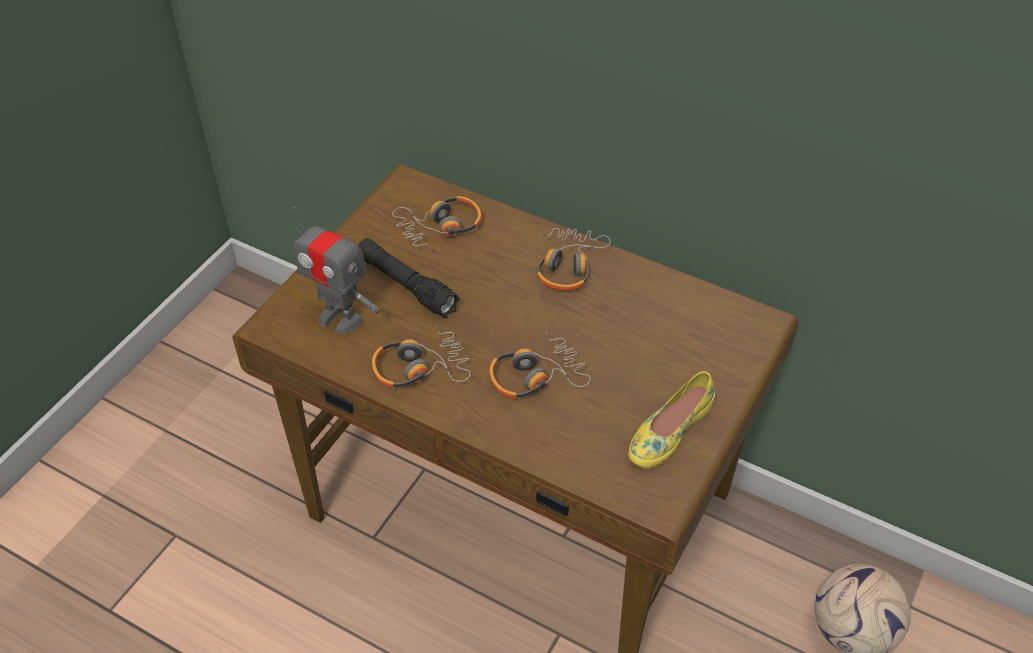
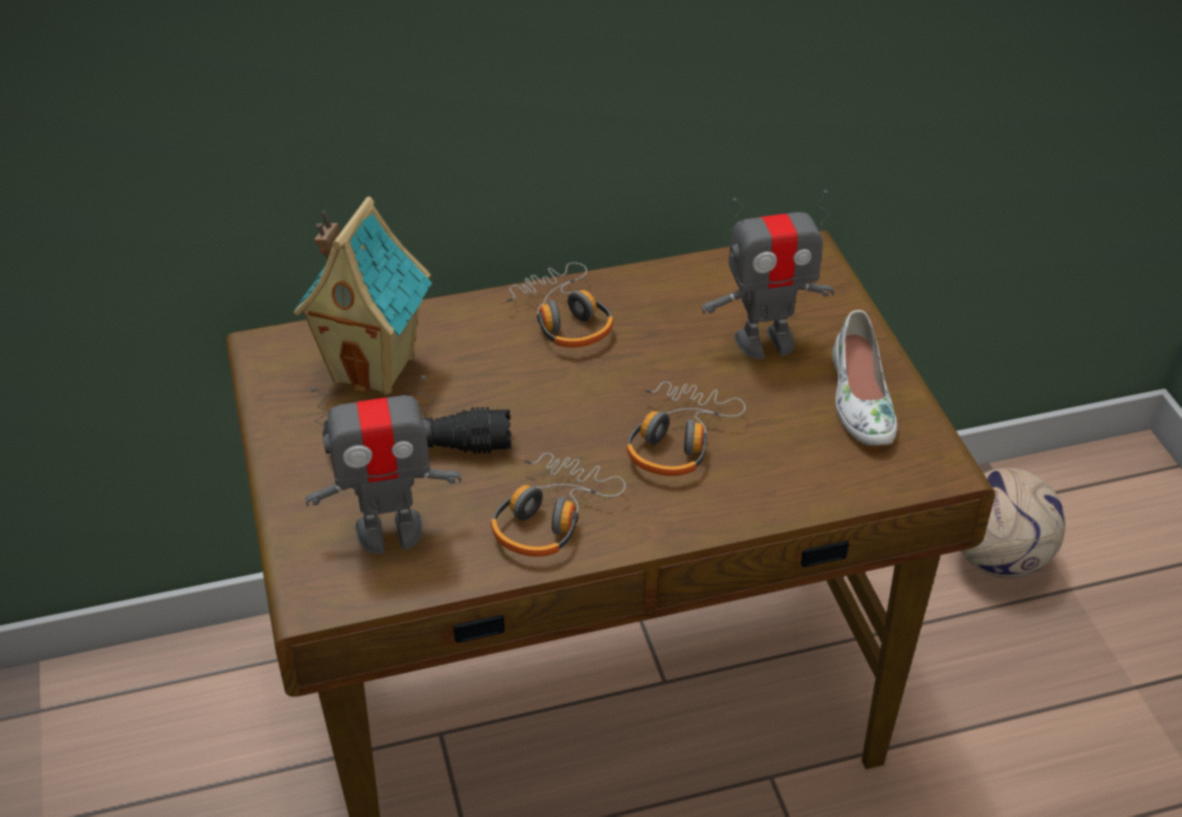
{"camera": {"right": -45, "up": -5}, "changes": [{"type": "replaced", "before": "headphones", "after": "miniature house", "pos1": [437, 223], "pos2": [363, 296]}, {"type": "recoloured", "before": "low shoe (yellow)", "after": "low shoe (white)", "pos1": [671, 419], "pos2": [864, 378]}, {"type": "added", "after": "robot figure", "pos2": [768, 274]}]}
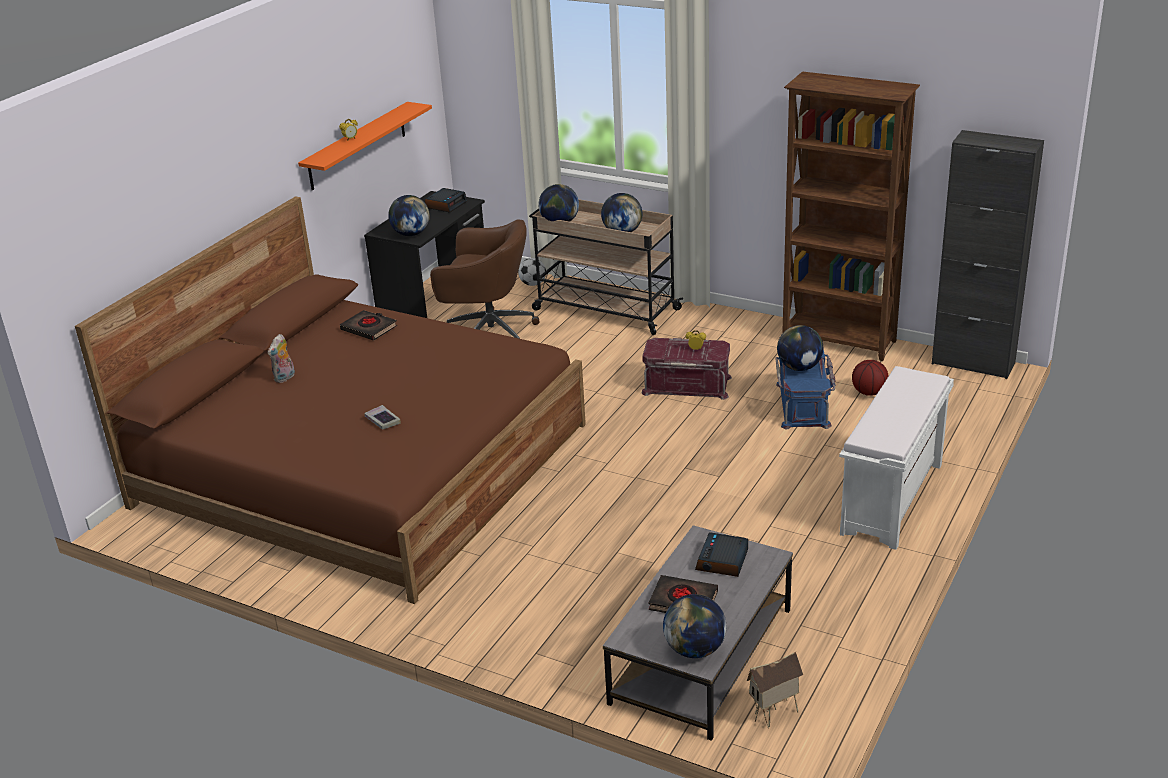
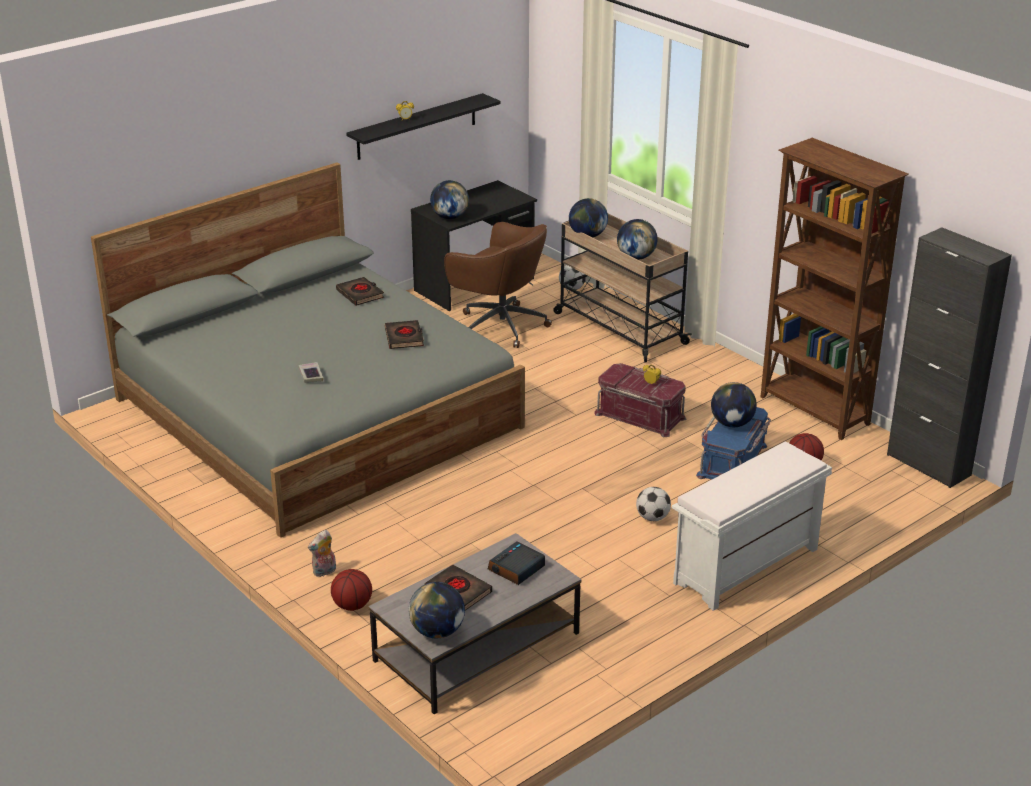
{"camera": {"right": 20, "up": 0}, "changes": [{"type": "recoloured", "before": "bracket shelf (orange)", "after": "bracket shelf (blackish)", "pos1": [365, 146], "pos2": [423, 126]}, {"type": "removed", "before": "table clock", "pos1": [446, 200]}, {"type": "recoloured", "before": "bed (brown)", "after": "bed (grey)", "pos1": [330, 400], "pos2": [308, 350]}, {"type": "moved", "before": "soft toy", "pos1": [281, 358], "pos2": [322, 553]}, {"type": "removed", "before": "miniature house", "pos1": [775, 690]}, {"type": "added", "after": "bound book (blackish)", "pos2": [404, 334]}, {"type": "added", "after": "football ball", "pos2": [653, 504]}, {"type": "added", "after": "basketball", "pos2": [351, 590]}]}
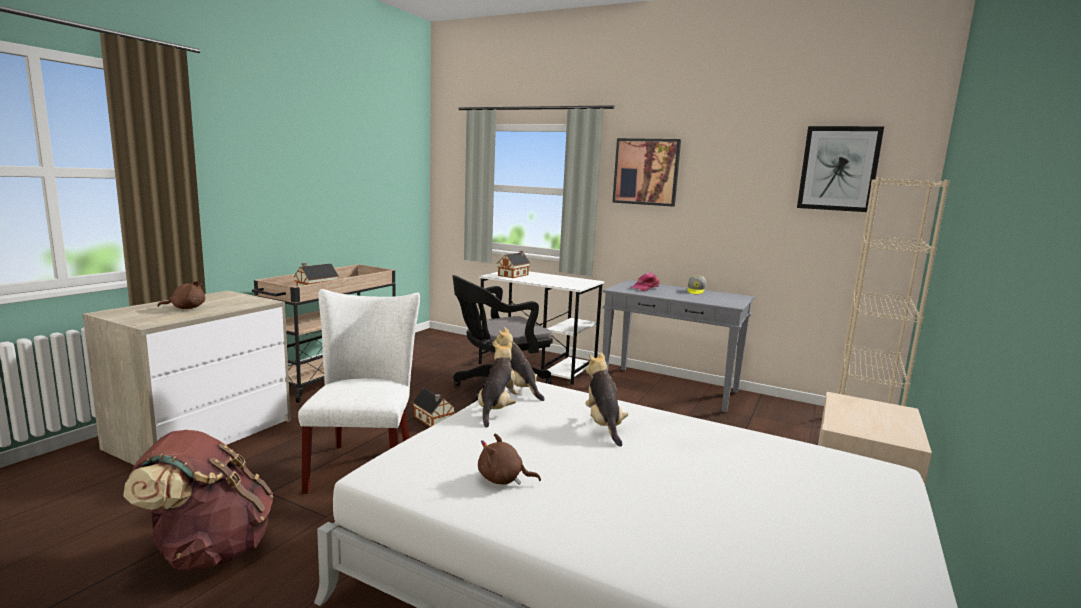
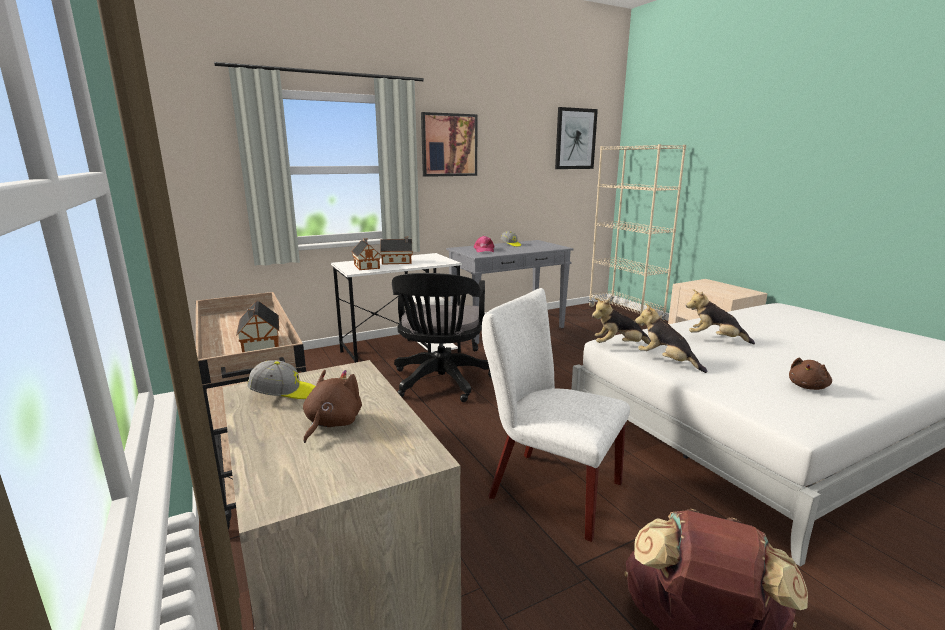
{"camera": {"right": -55, "up": 5}, "changes": [{"type": "moved", "before": "miniature house", "pos1": [433, 407], "pos2": [396, 250]}, {"type": "added", "after": "baseball cap", "pos2": [281, 379]}]}
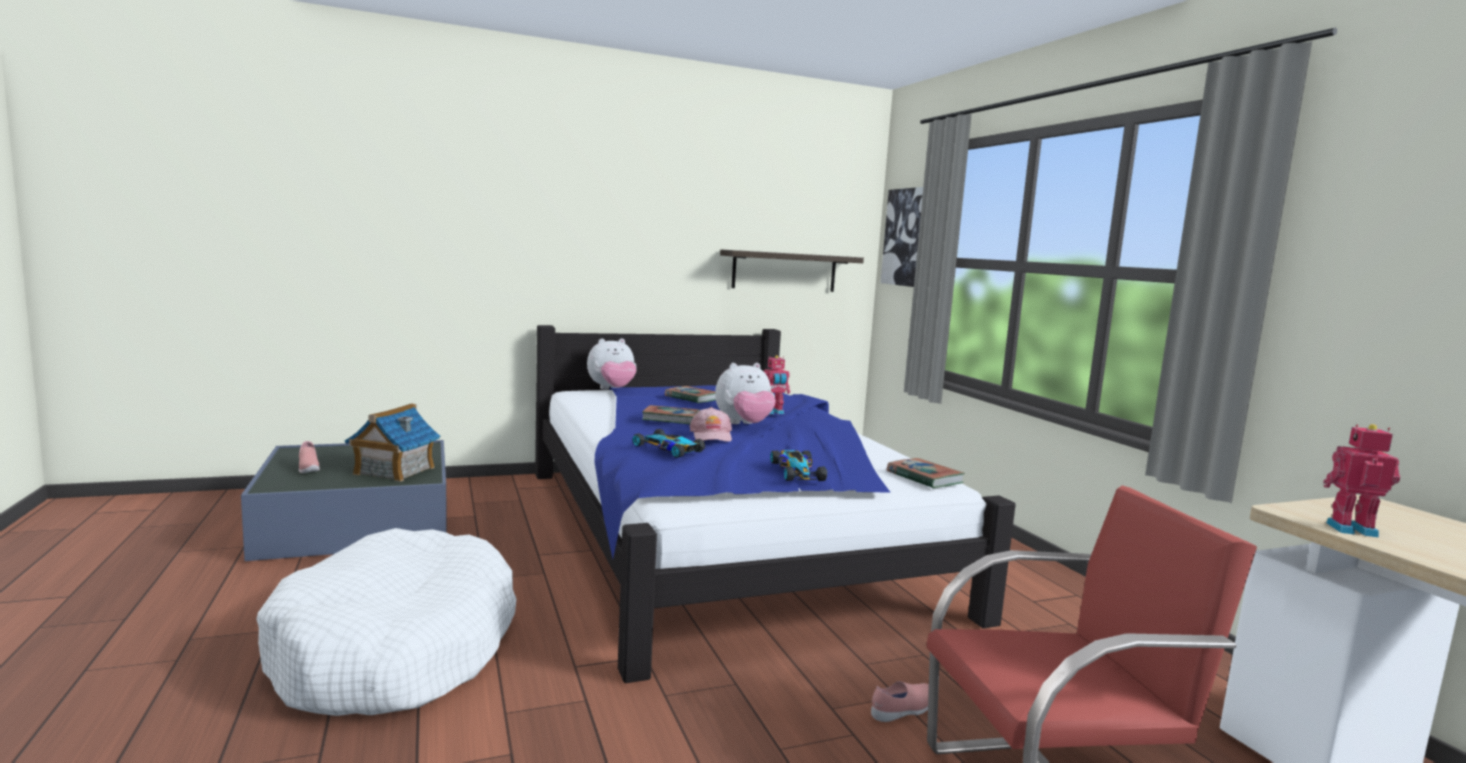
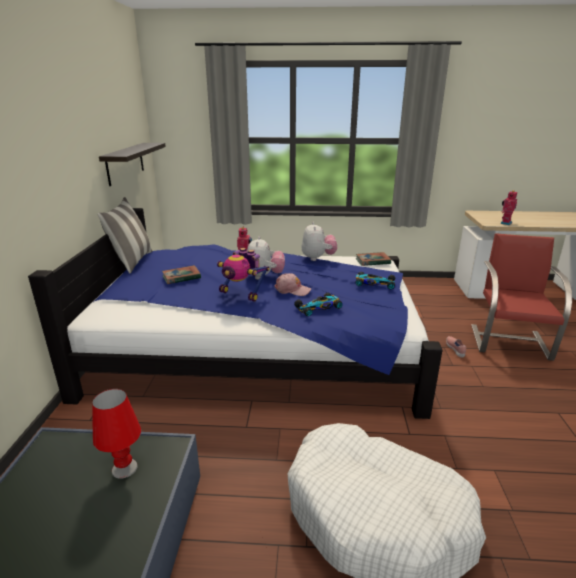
{"camera": {"right": -65, "up": 15}, "changes": [{"type": "removed", "before": "wall picture", "pos1": [901, 237]}, {"type": "moved", "before": "soft toy", "pos1": [612, 364], "pos2": [319, 241]}, {"type": "replaced", "before": "miniature house", "after": "tabletop lamp (reddish)", "pos1": [392, 443], "pos2": [116, 434]}, {"type": "replaced", "before": "bound book", "after": "robot figure", "pos1": [671, 414], "pos2": [243, 275]}, {"type": "removed", "before": "low shoe (pink-coloured)", "pos1": [309, 457]}, {"type": "added", "after": "cushion", "pos2": [124, 235]}]}
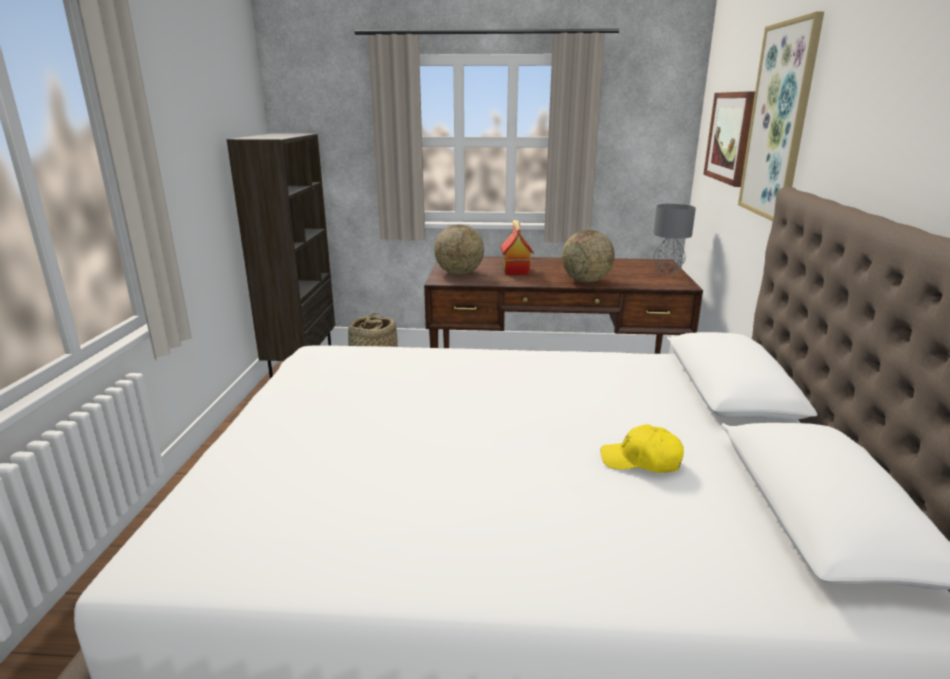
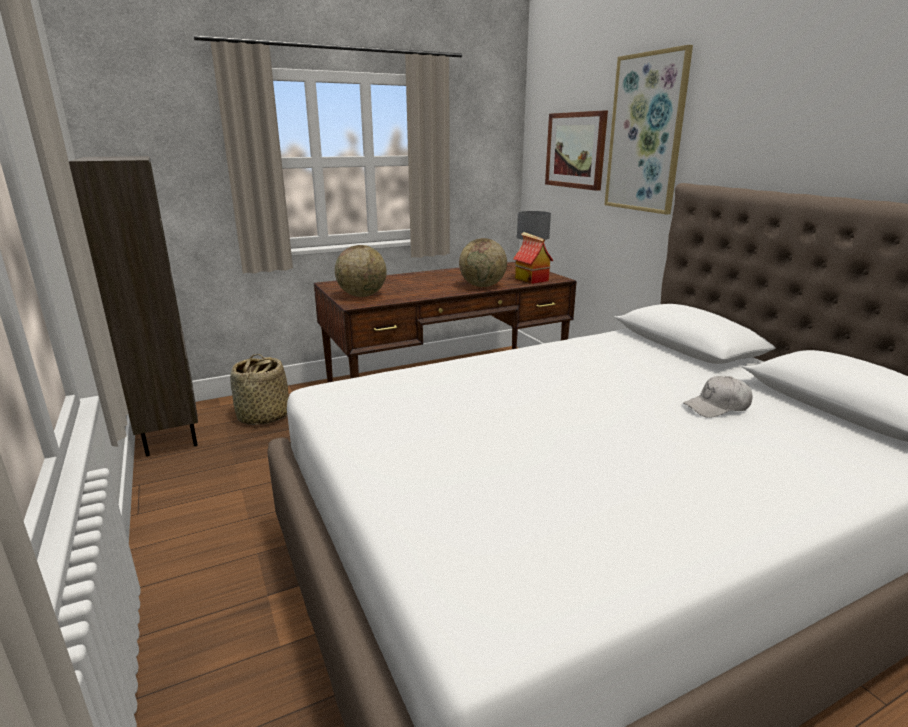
{"camera": {"right": -30, "up": 0}, "changes": [{"type": "moved", "before": "miniature house", "pos1": [517, 247], "pos2": [533, 258]}, {"type": "recoloured", "before": "baseball cap (yellow)", "after": "baseball cap (white)", "pos1": [642, 448], "pos2": [717, 397]}]}
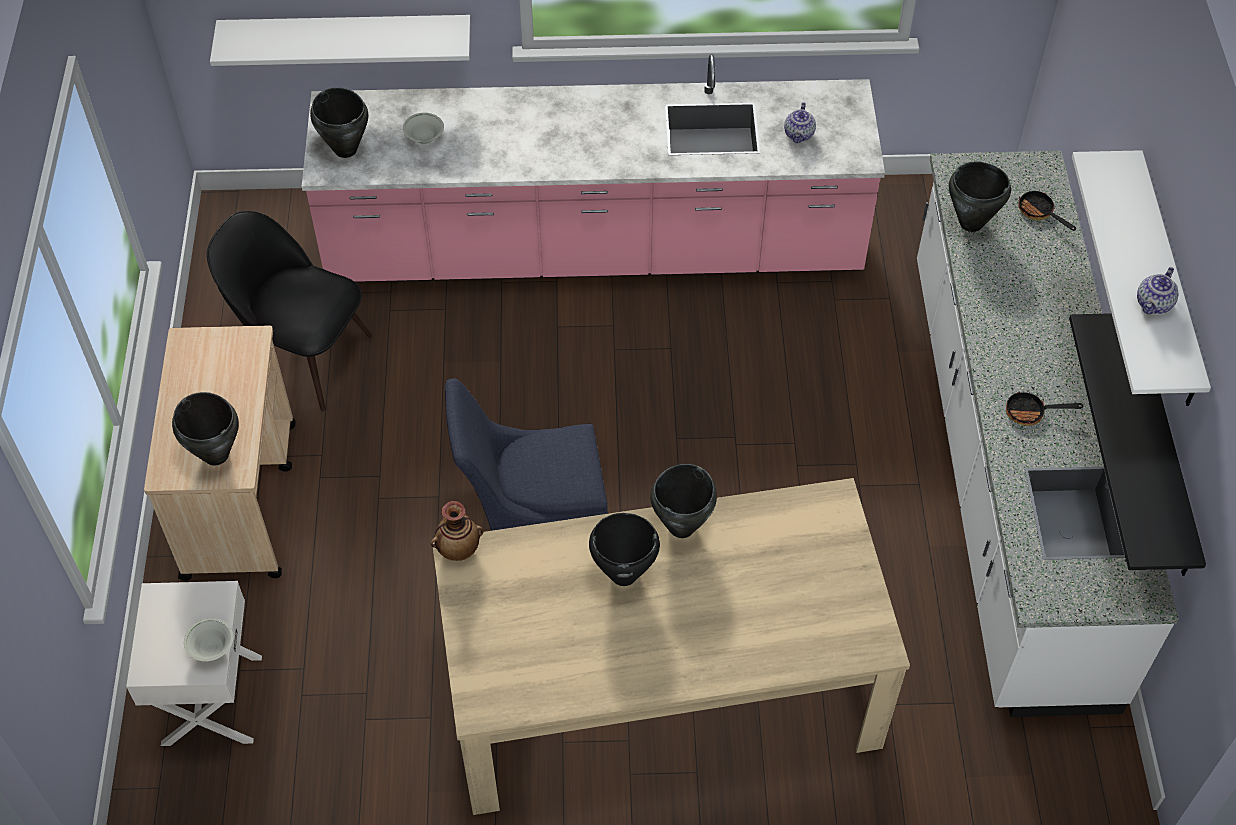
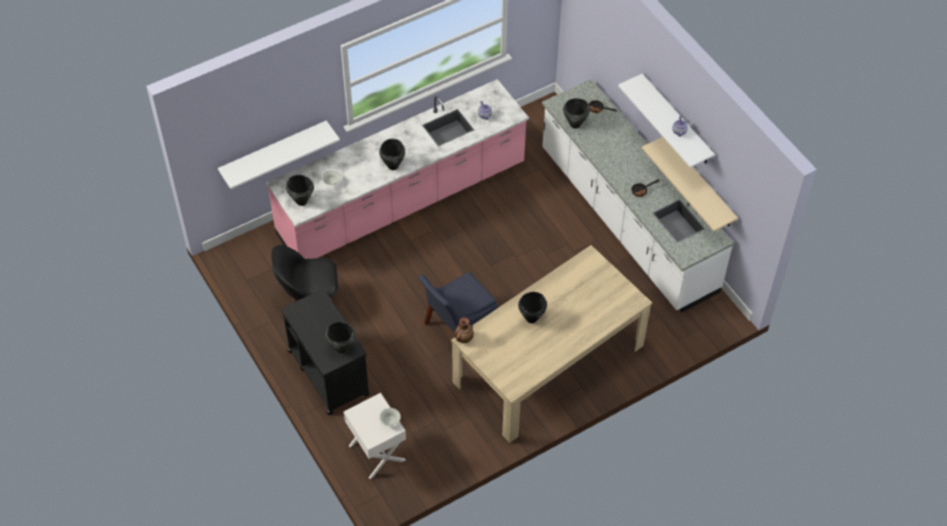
{"camera": {"right": -30, "up": 0}, "changes": [{"type": "recoloured", "before": "bracket shelf (blackish)", "after": "bracket shelf (beige)", "pos1": [1137, 444], "pos2": [690, 184]}, {"type": "recoloured", "before": "trolley (beige)", "after": "trolley (blackish)", "pos1": [220, 453], "pos2": [325, 352]}, {"type": "moved", "before": "stockpot (blackish)", "pos1": [683, 501], "pos2": [392, 154]}]}
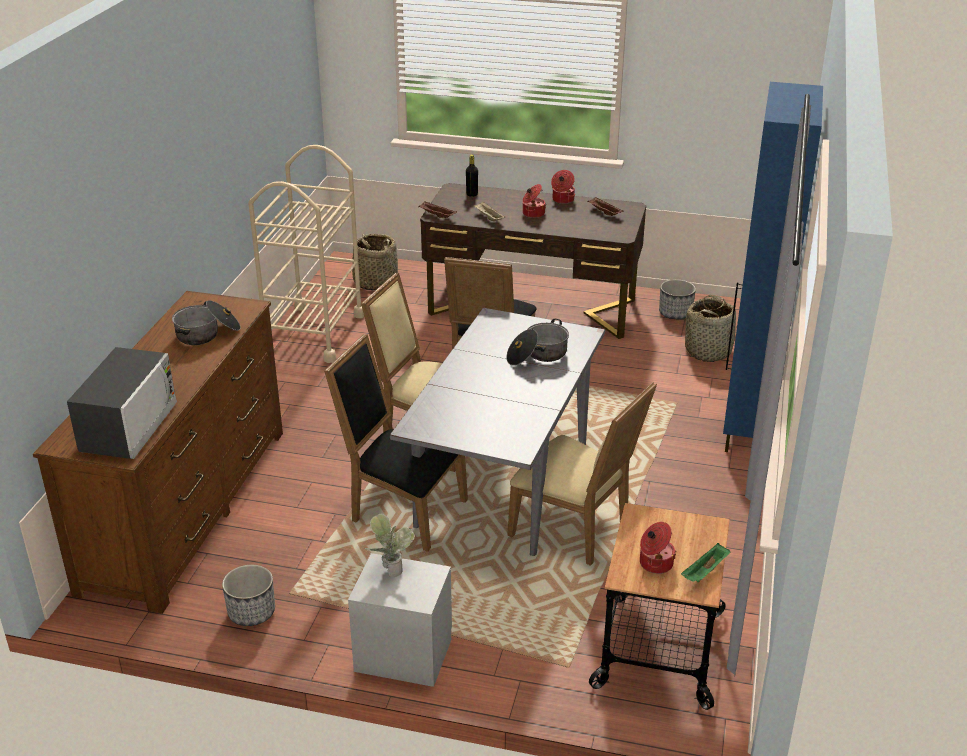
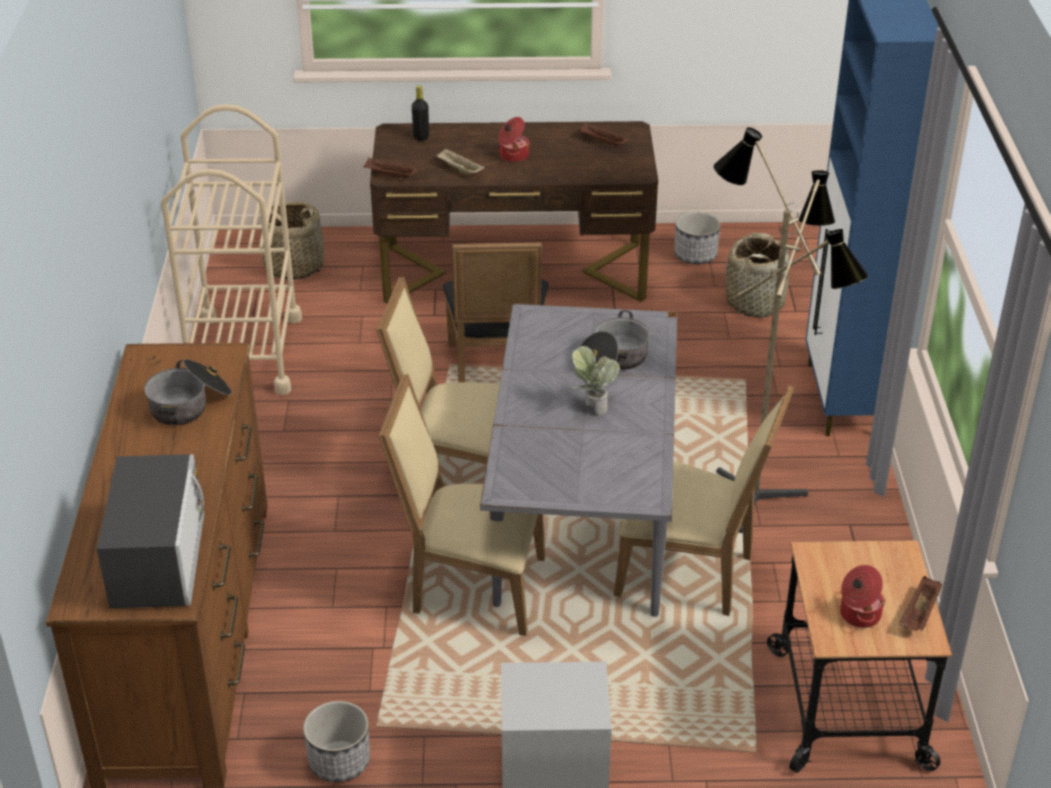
{"camera": {"right": -15, "up": 5}, "changes": [{"type": "removed", "before": "stockpot", "pos1": [563, 187]}, {"type": "recoloured", "before": "upright chair (blackish)", "after": "upright chair (beige)", "pos1": [396, 443], "pos2": [462, 504]}, {"type": "moved", "before": "potted plant", "pos1": [389, 545], "pos2": [595, 381]}, {"type": "recoloured", "before": "serving tray (greenish)", "after": "serving tray (brown)", "pos1": [705, 563], "pos2": [920, 603]}, {"type": "added", "after": "floor lamp", "pos2": [791, 330]}]}
